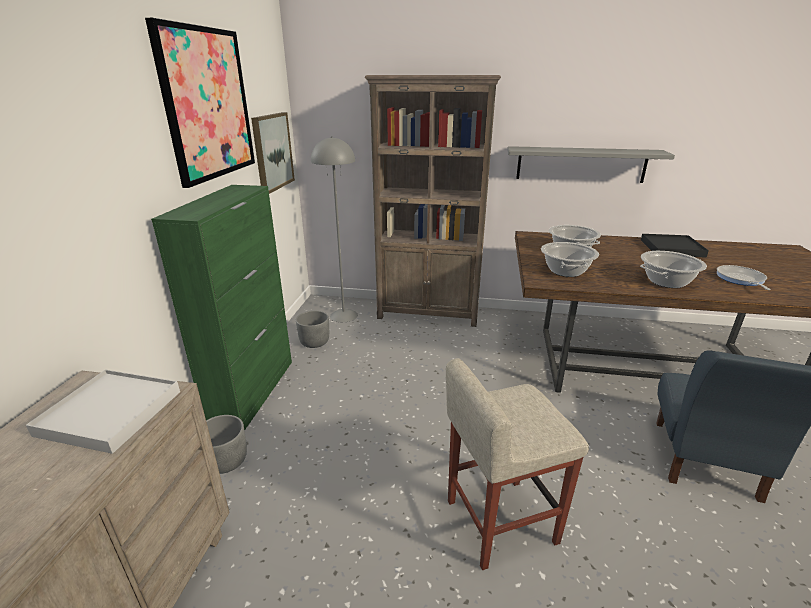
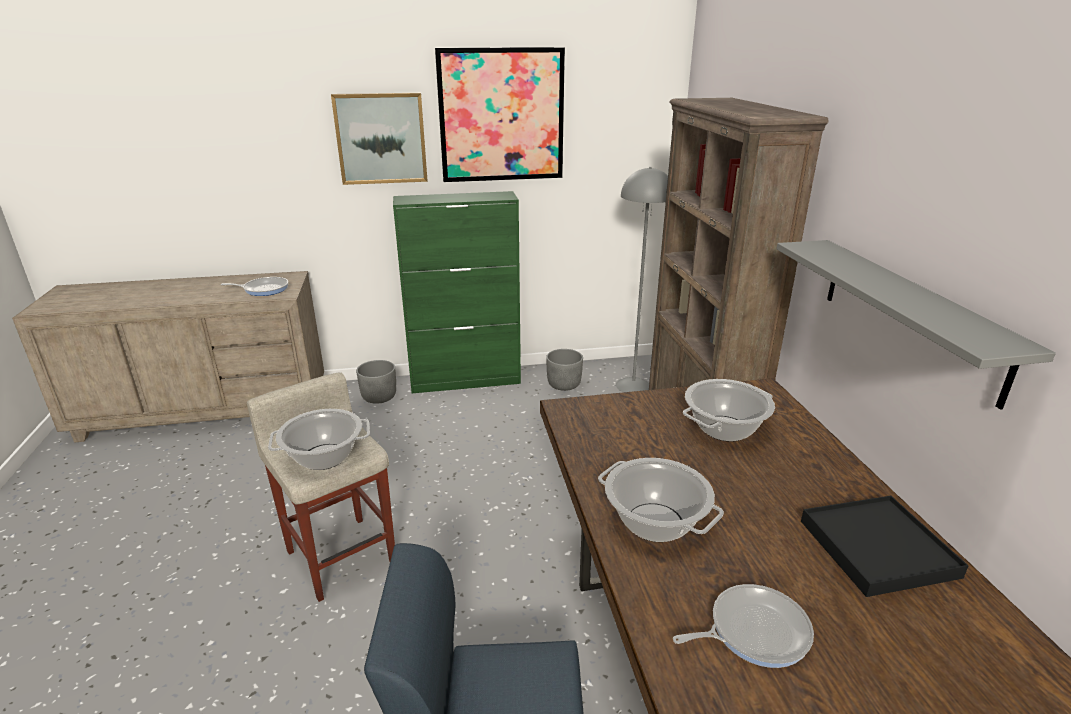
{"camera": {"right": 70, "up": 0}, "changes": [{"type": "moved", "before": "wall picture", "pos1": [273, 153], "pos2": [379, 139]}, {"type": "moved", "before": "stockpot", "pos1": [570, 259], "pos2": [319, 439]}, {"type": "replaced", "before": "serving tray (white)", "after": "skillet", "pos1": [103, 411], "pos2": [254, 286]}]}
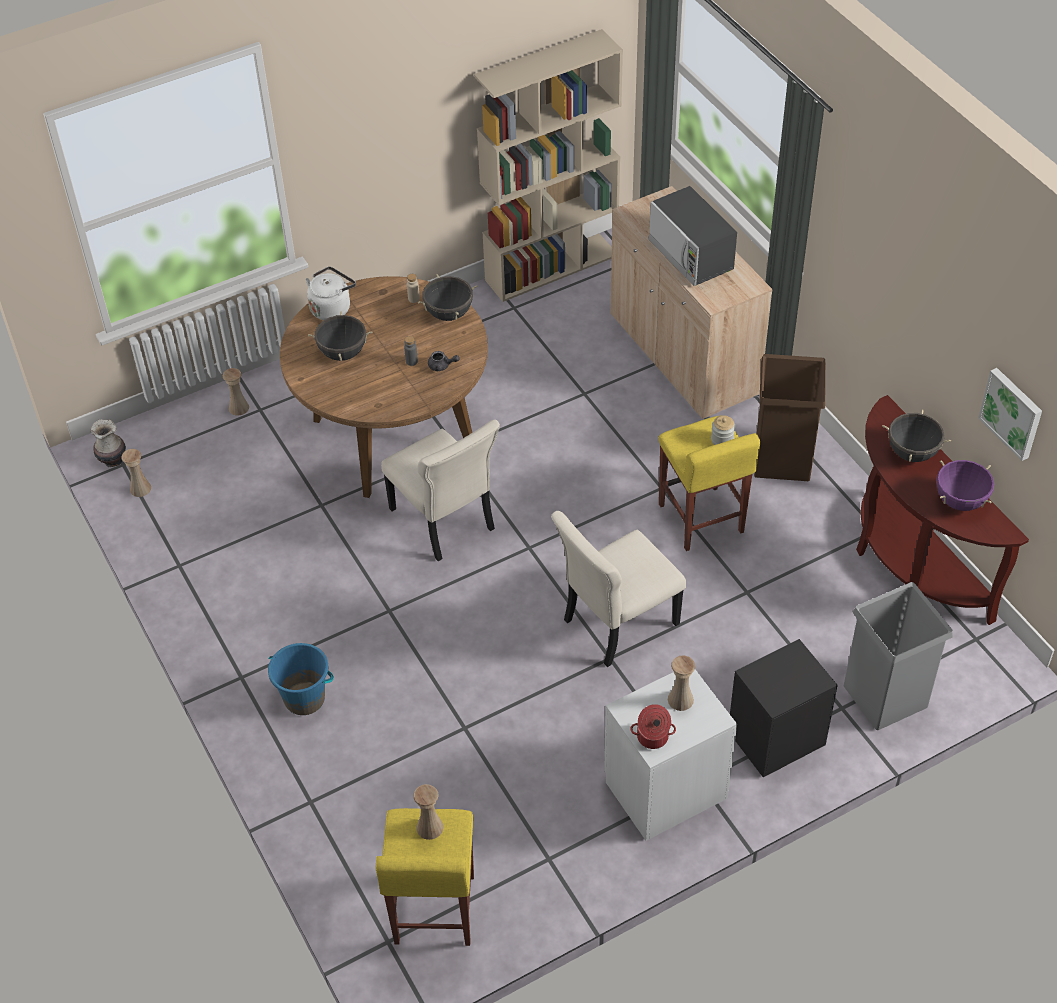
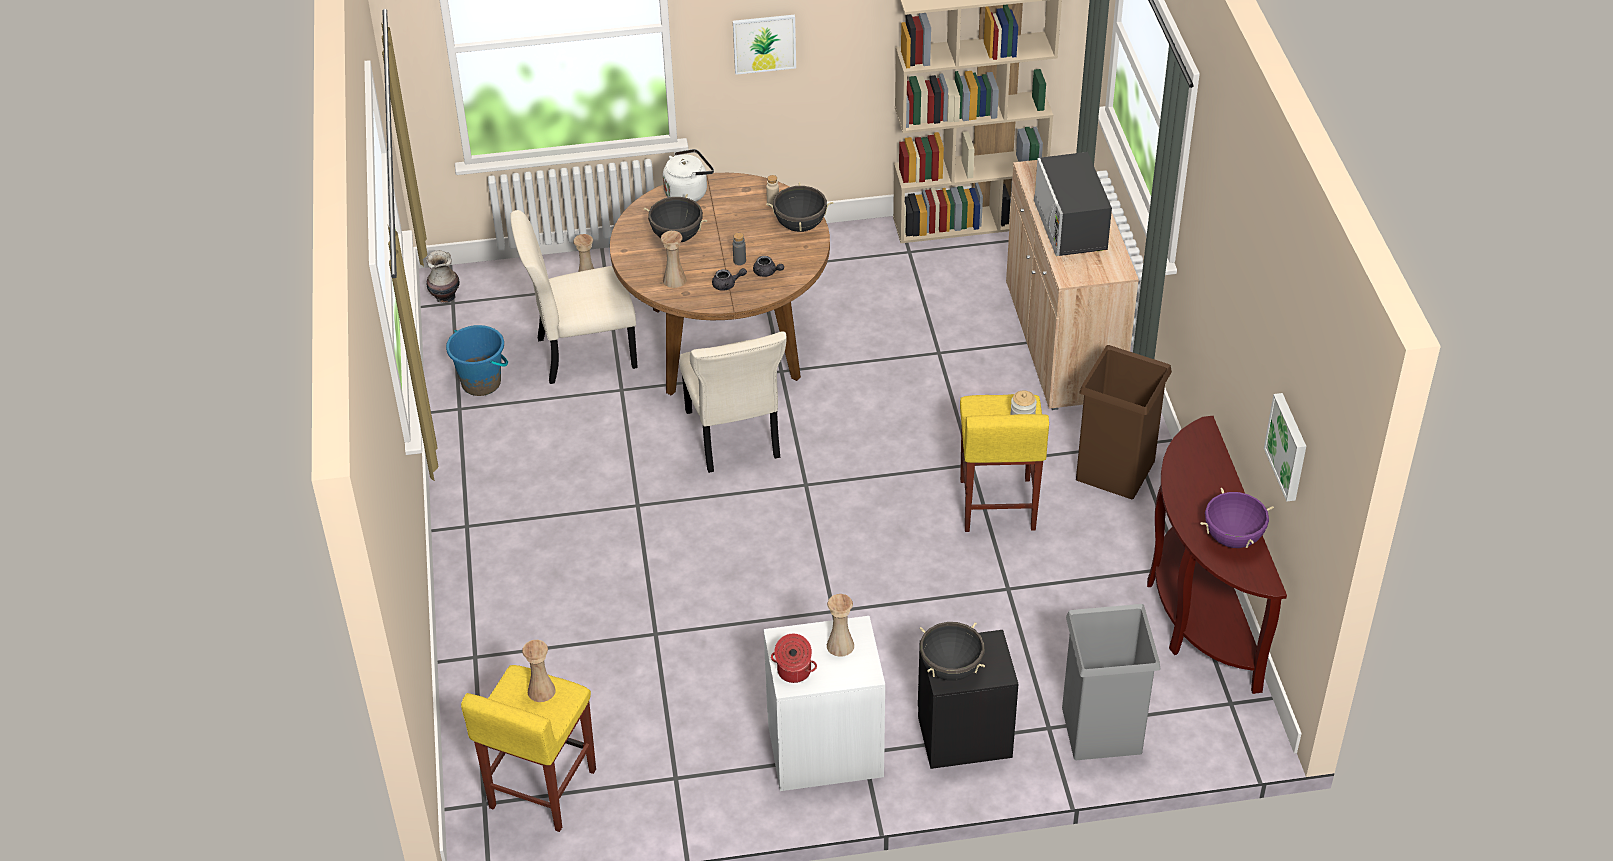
{"camera": {"right": 20, "up": -5}, "changes": [{"type": "moved", "before": "stockpot (blackish)", "pos1": [916, 435], "pos2": [952, 651]}, {"type": "moved", "before": "decorative vase (beige)", "pos1": [136, 473], "pos2": [674, 259]}, {"type": "moved", "before": "upright chair (beige)", "pos1": [618, 589], "pos2": [574, 297]}, {"type": "moved", "before": "bucket (blue)", "pos1": [301, 679], "pos2": [477, 360]}, {"type": "added", "after": "wall picture", "pos2": [764, 45]}, {"type": "added", "after": "tea pot (grey)", "pos2": [729, 279]}]}
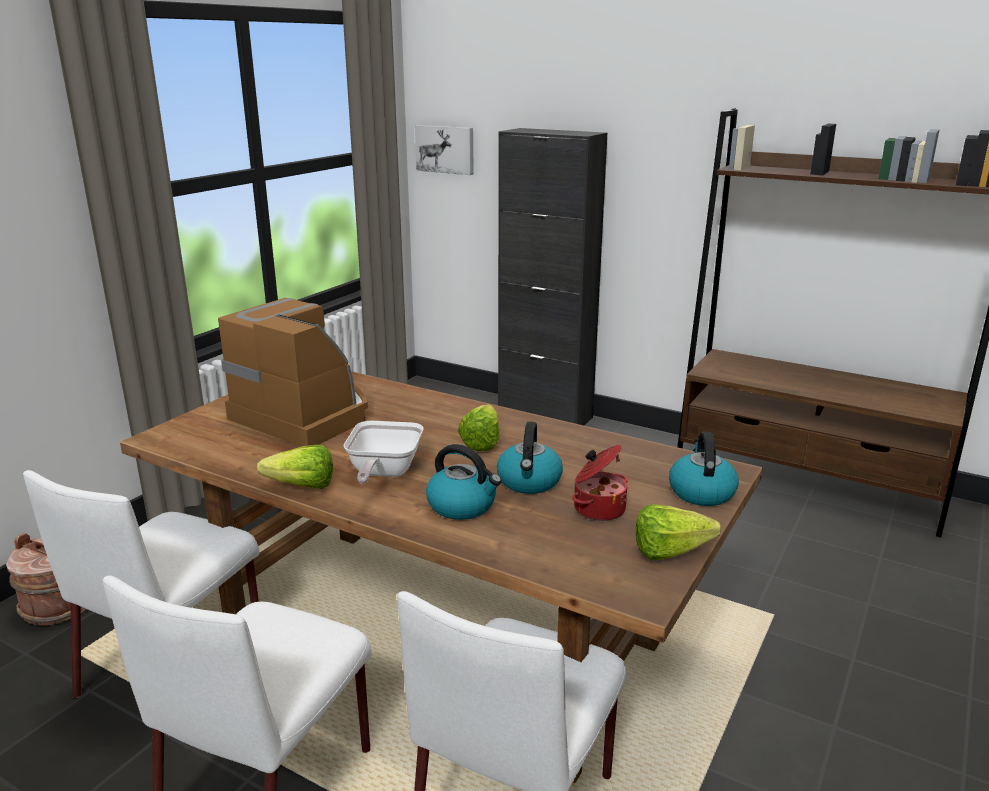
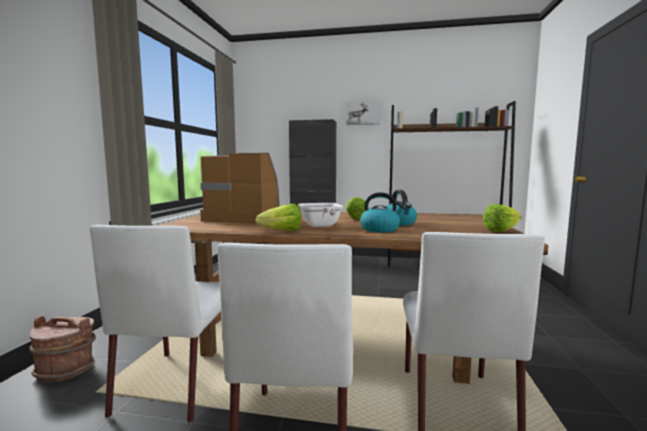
{"camera": {"right": -20, "up": -15}, "changes": [{"type": "moved", "before": "wall picture", "pos1": [444, 150], "pos2": [363, 113]}, {"type": "removed", "before": "water kettle", "pos1": [704, 469]}, {"type": "removed", "before": "stockpot", "pos1": [599, 483]}]}
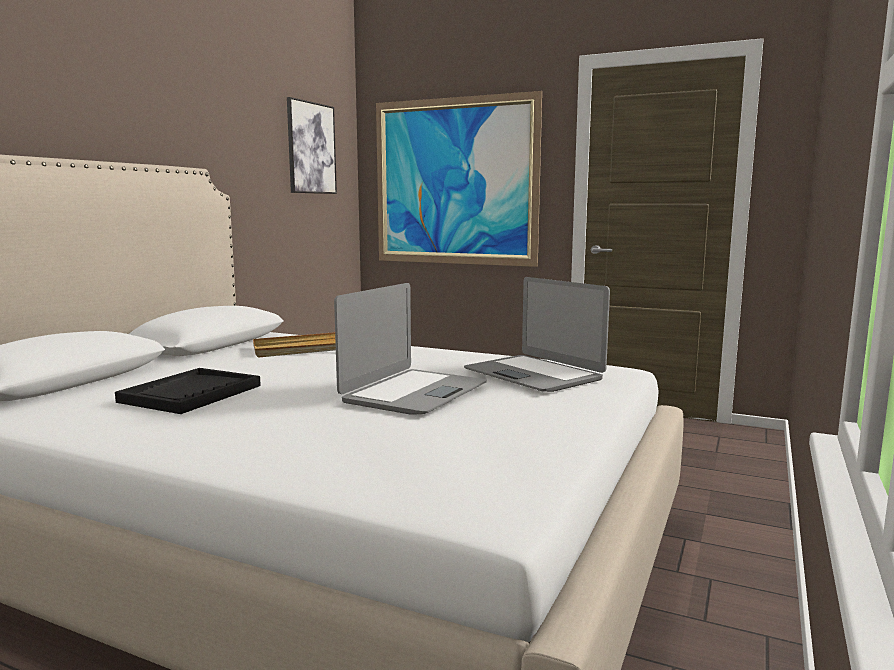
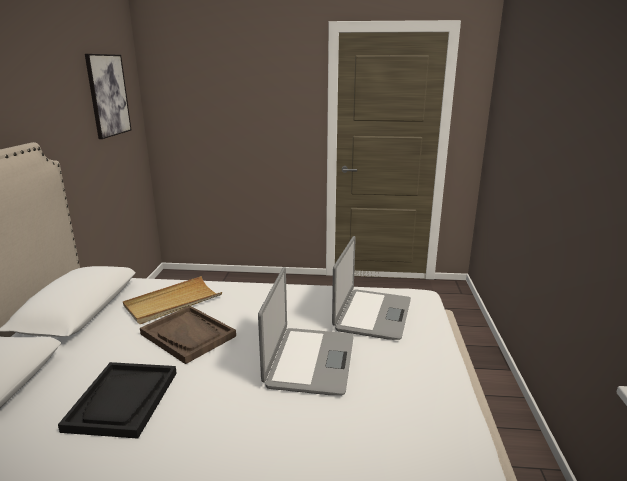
{"camera": {"right": -20, "up": 10}, "changes": [{"type": "removed", "before": "wall picture", "pos1": [459, 179]}, {"type": "turned", "before": "notebook computer", "pos1": [537, 334], "pos2": [371, 288], "turn": -105}, {"type": "added", "after": "serving tray (brown)", "pos2": [188, 335]}]}
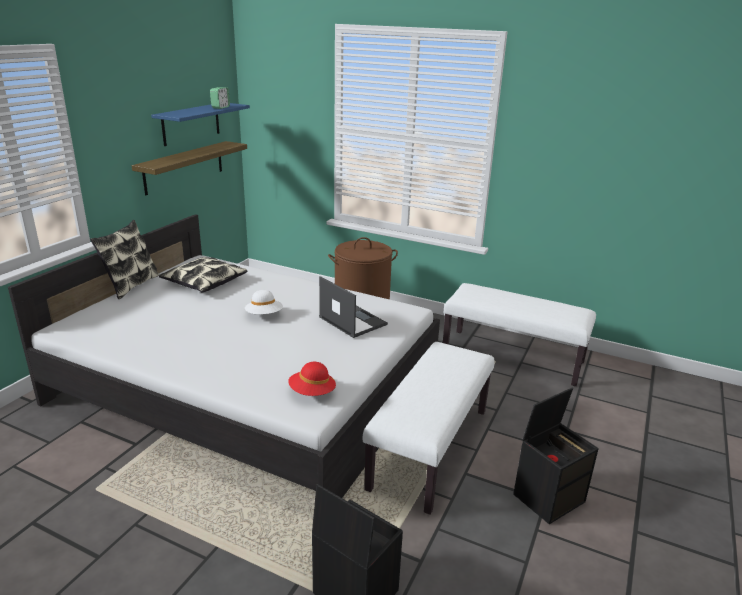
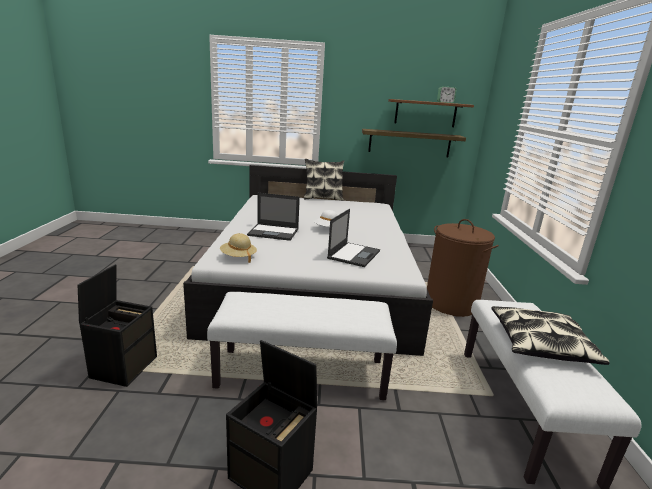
{"camera": {"right": 65, "up": -5}, "changes": [{"type": "recoloured", "before": "bracket shelf (blue)", "after": "bracket shelf (brown)", "pos1": [200, 124], "pos2": [431, 113]}, {"type": "moved", "before": "cushion", "pos1": [203, 275], "pos2": [550, 335]}, {"type": "recoloured", "before": "hat (reddish)", "after": "hat (beige)", "pos1": [312, 379], "pos2": [238, 248]}, {"type": "added", "after": "notebook computer", "pos2": [273, 217]}]}
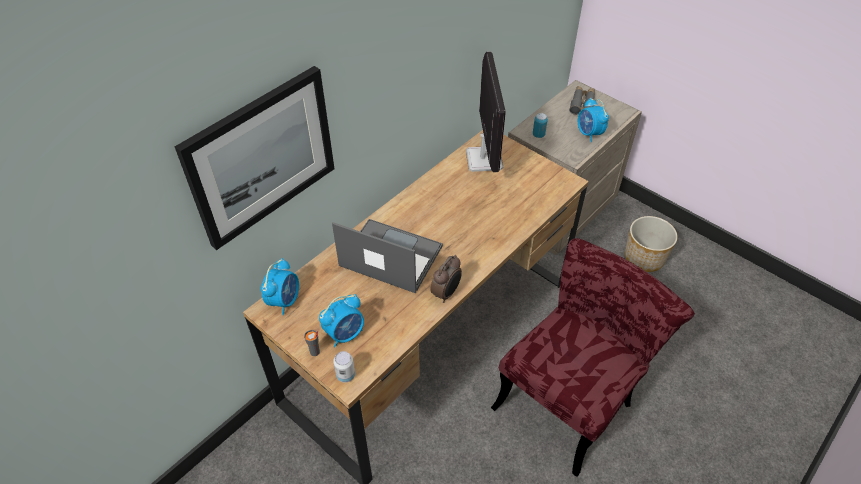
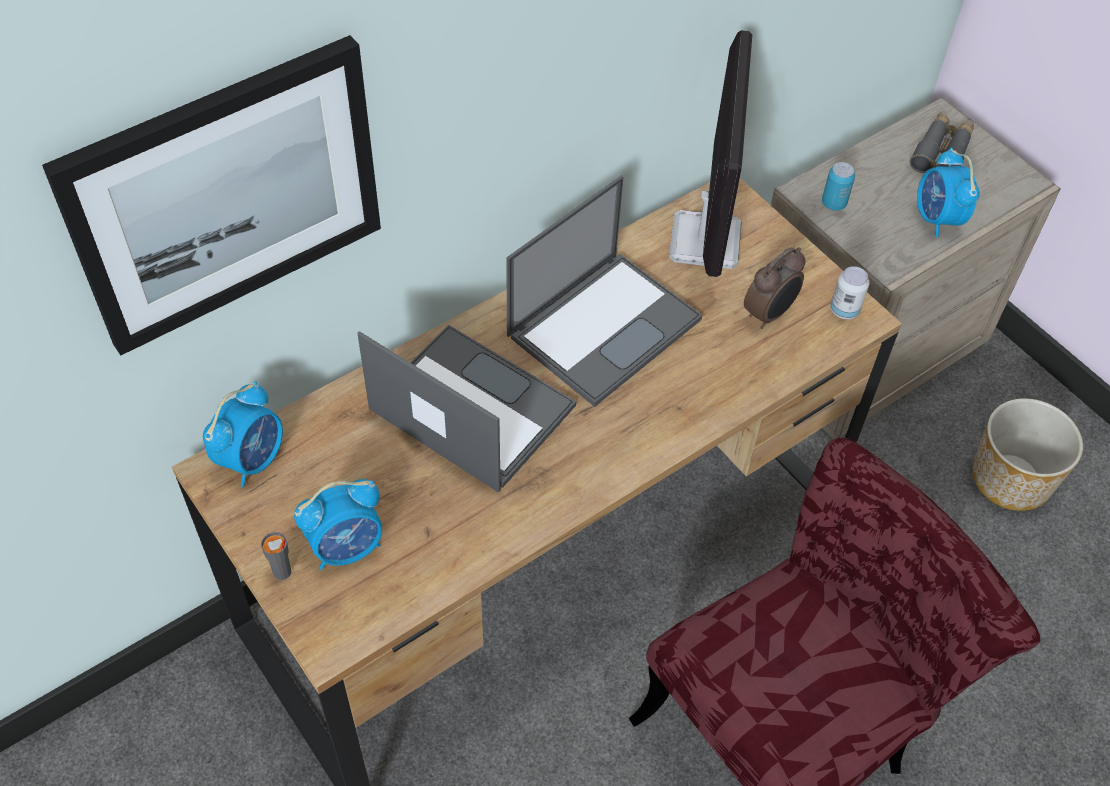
{"camera": {"right": 10, "up": 5}, "changes": [{"type": "moved", "before": "table clock", "pos1": [446, 279], "pos2": [775, 288]}, {"type": "moved", "before": "metal can", "pos1": [344, 367], "pos2": [849, 292]}, {"type": "added", "after": "notebook computer", "pos2": [604, 291]}]}
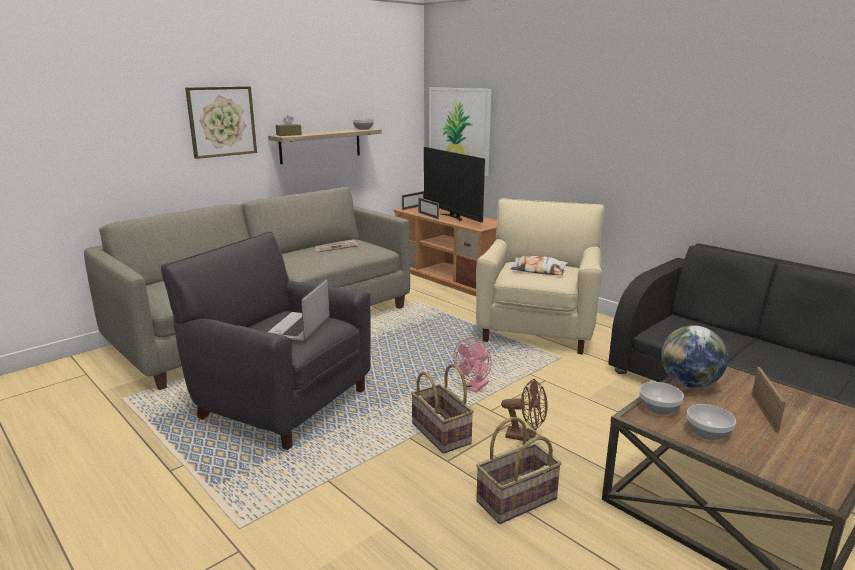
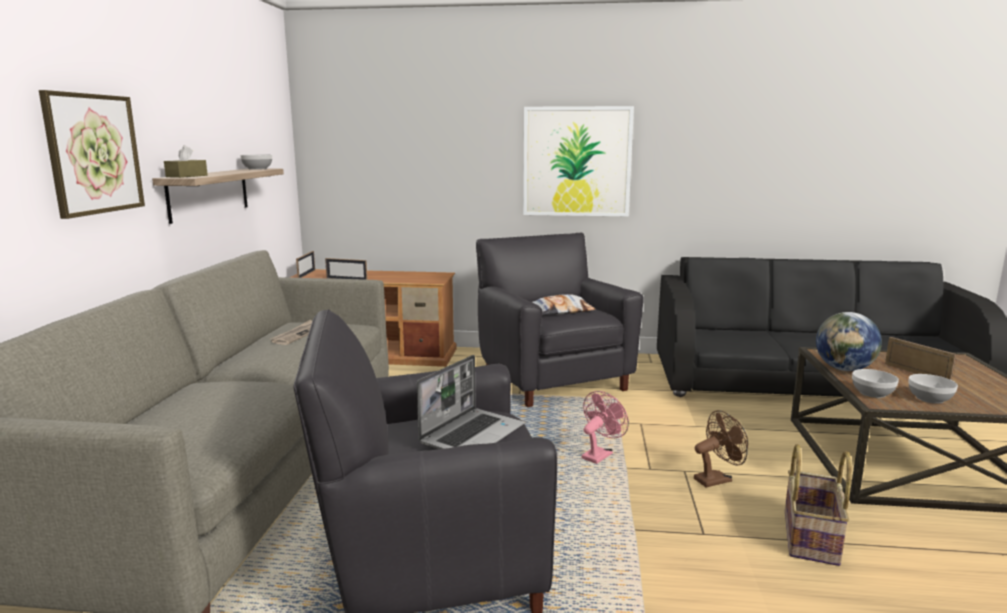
{"camera": {"right": -40, "up": -5}, "changes": [{"type": "moved", "before": "wall picture", "pos1": [460, 131], "pos2": [578, 161]}, {"type": "removed", "before": "television", "pos1": [454, 184]}, {"type": "recoloured", "before": "easy chair (beige)", "after": "easy chair (blackish)", "pos1": [540, 276], "pos2": [560, 320]}, {"type": "turned", "before": "notebook computer", "pos1": [299, 310], "pos2": [470, 402], "turn": -120}, {"type": "turned", "before": "electric fan (pink-coloured)", "pos1": [472, 365], "pos2": [605, 427], "turn": -135}, {"type": "removed", "before": "basket", "pos1": [442, 409]}]}
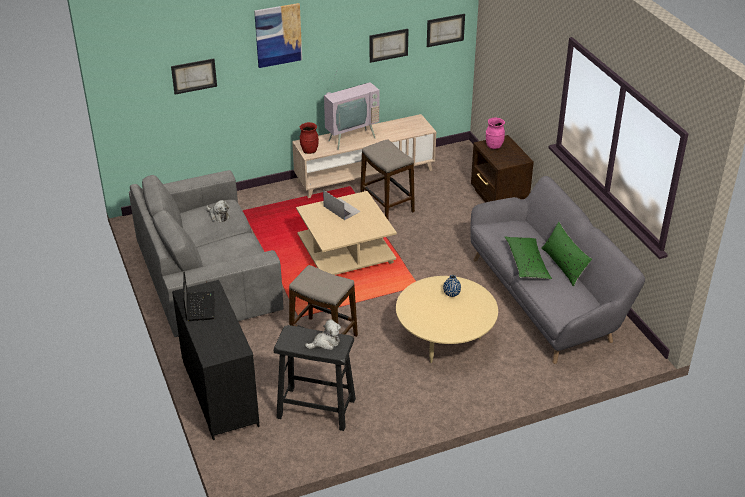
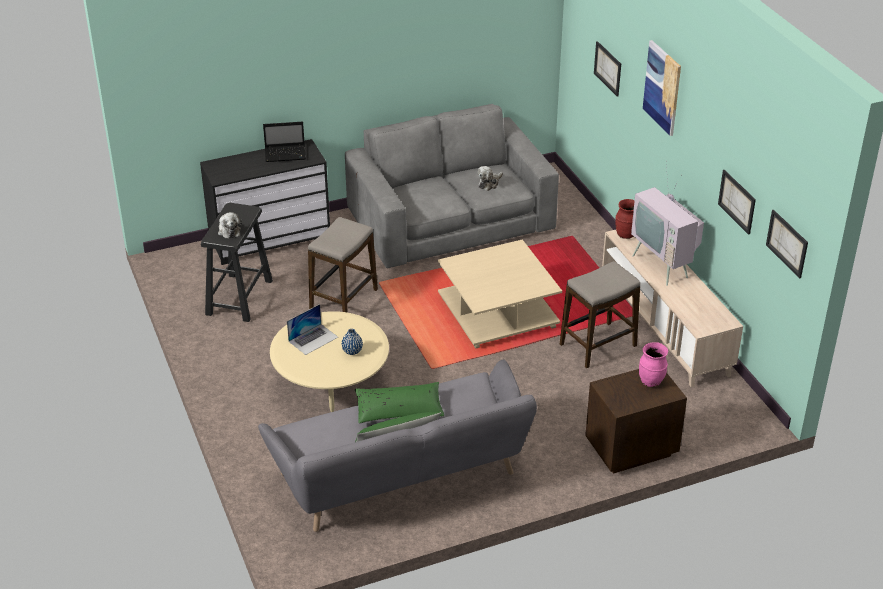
{"camera": {"right": 90, "up": 0}, "changes": [{"type": "moved", "before": "notebook computer", "pos1": [342, 205], "pos2": [312, 329]}]}
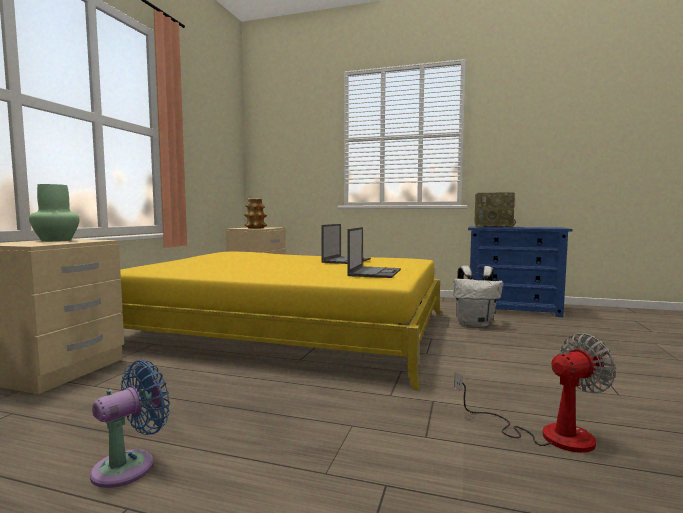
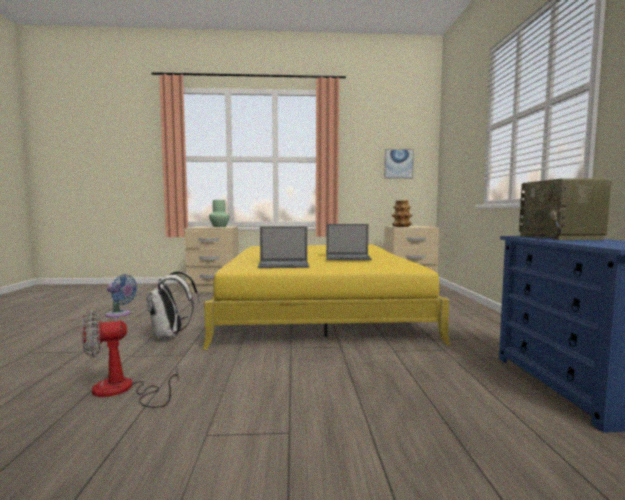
{"camera": {"right": 70, "up": 0}, "changes": [{"type": "moved", "before": "knapsack (white)", "pos1": [478, 296], "pos2": [172, 305]}, {"type": "turned", "before": "electric fan", "pos1": [535, 393], "pos2": [130, 359], "turn": 105}, {"type": "added", "after": "wall picture", "pos2": [399, 164]}]}
